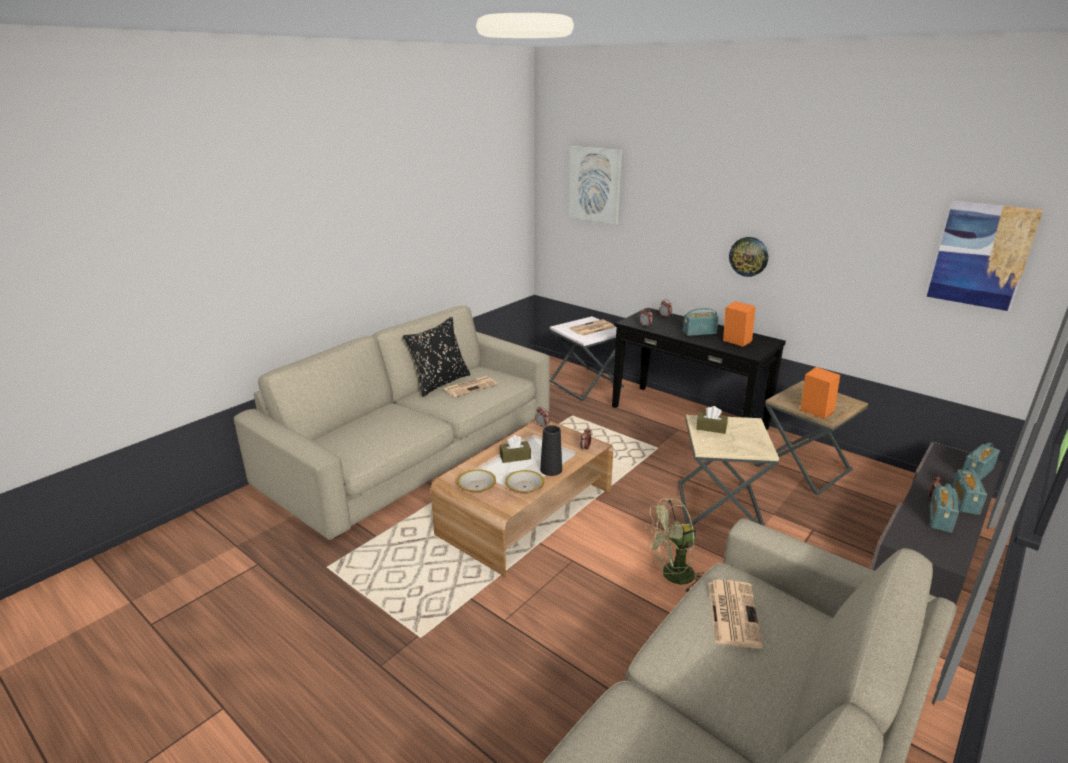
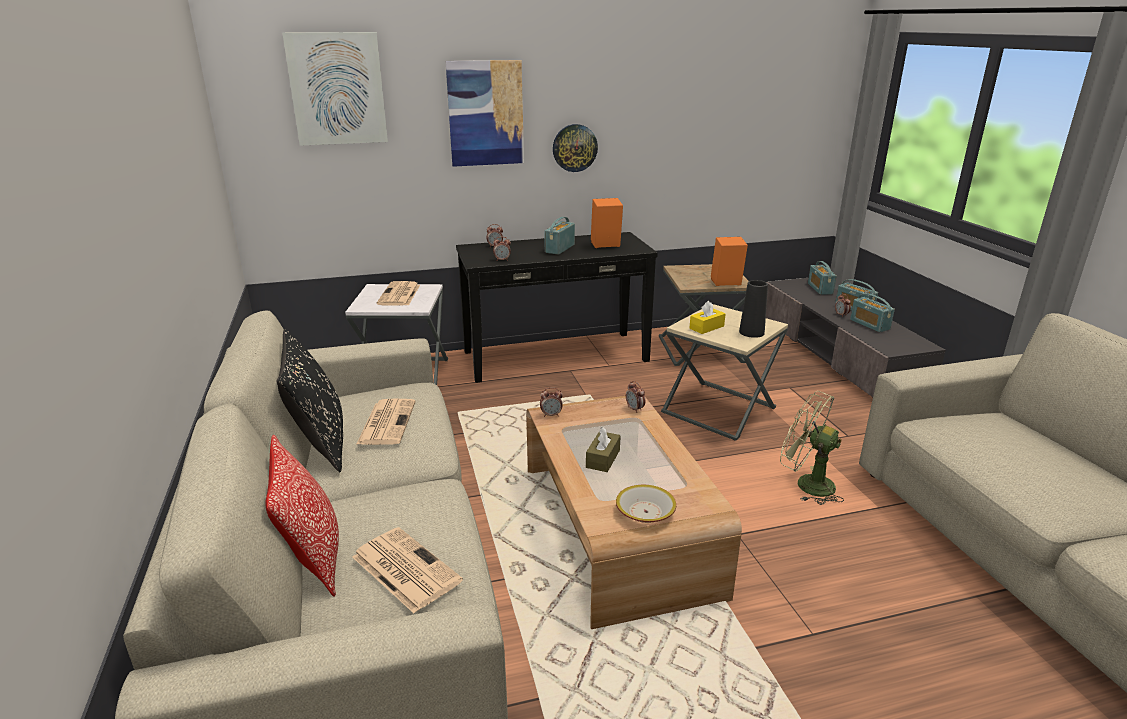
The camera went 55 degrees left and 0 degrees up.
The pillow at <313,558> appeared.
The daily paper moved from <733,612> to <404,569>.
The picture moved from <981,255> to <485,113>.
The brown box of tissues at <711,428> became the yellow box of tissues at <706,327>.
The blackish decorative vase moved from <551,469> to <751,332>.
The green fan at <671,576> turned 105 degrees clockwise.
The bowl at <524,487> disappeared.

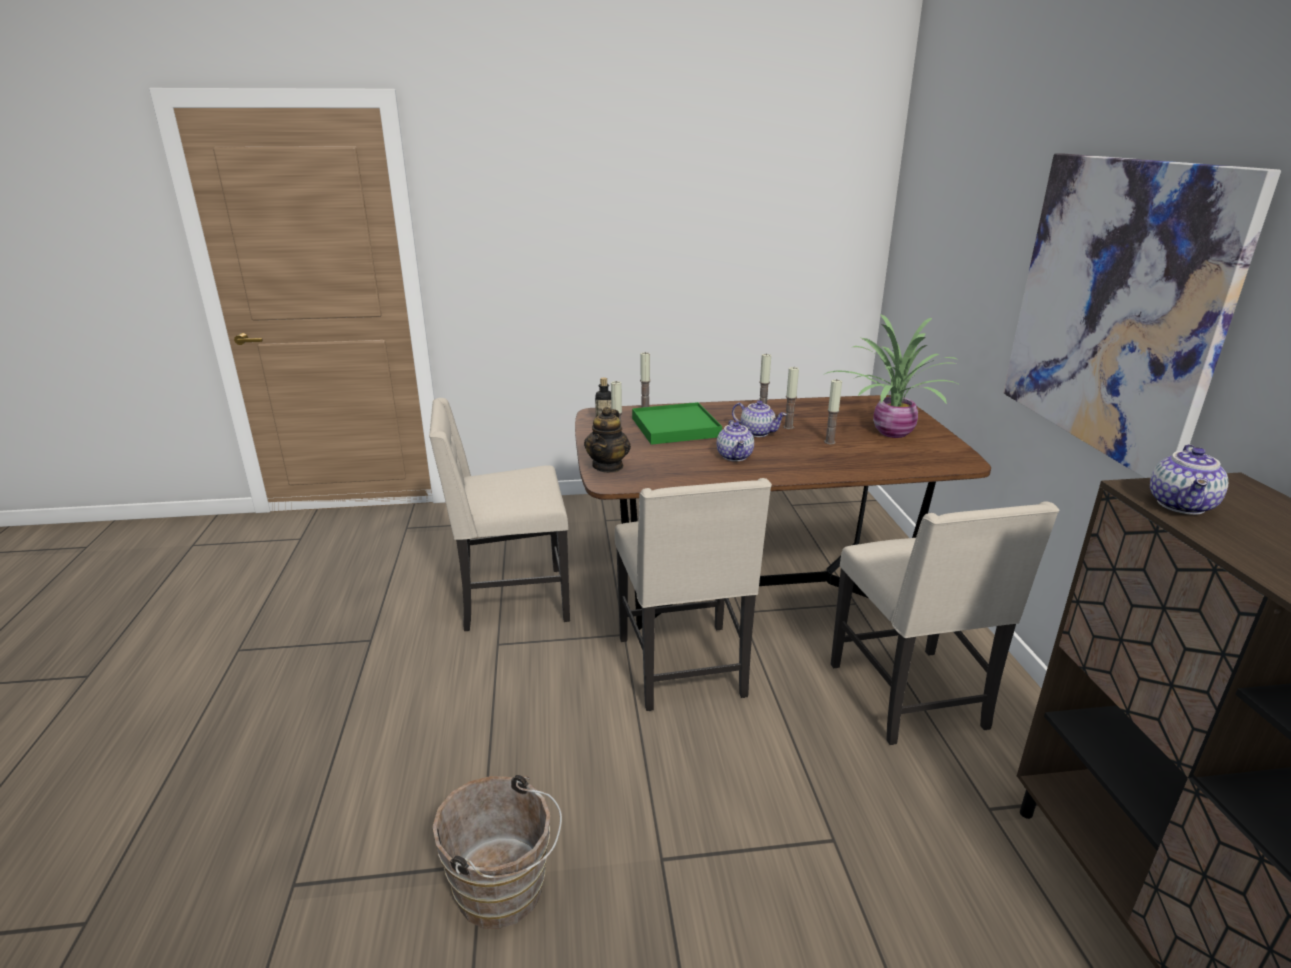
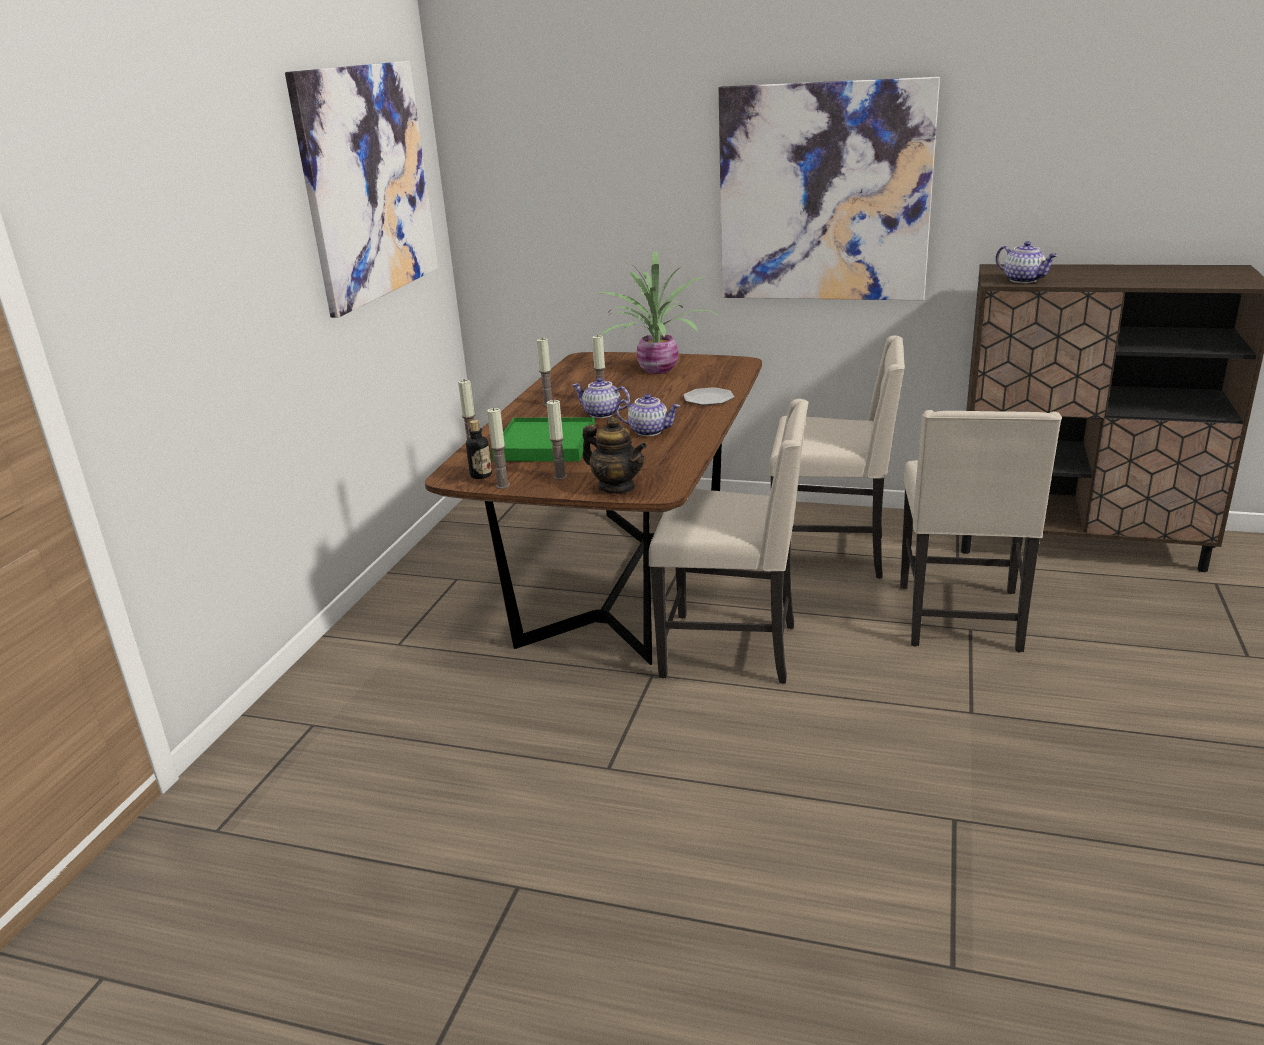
The camera went 65 degrees left and 0 degrees up.
The picture at <367,183> appeared.
The wax light moved from <829,442> to <502,485>.
The teapot at <758,432> turned 120 degrees counterclockwise.
The dinner plate at <708,399> appeared.
The beige plain chair moved from <511,601> to <962,619>.
The brown bucket at <506,892> disappeared.

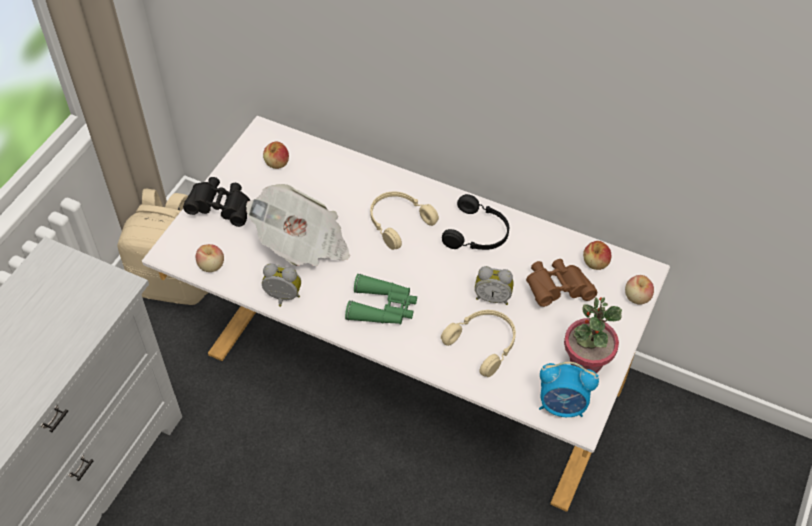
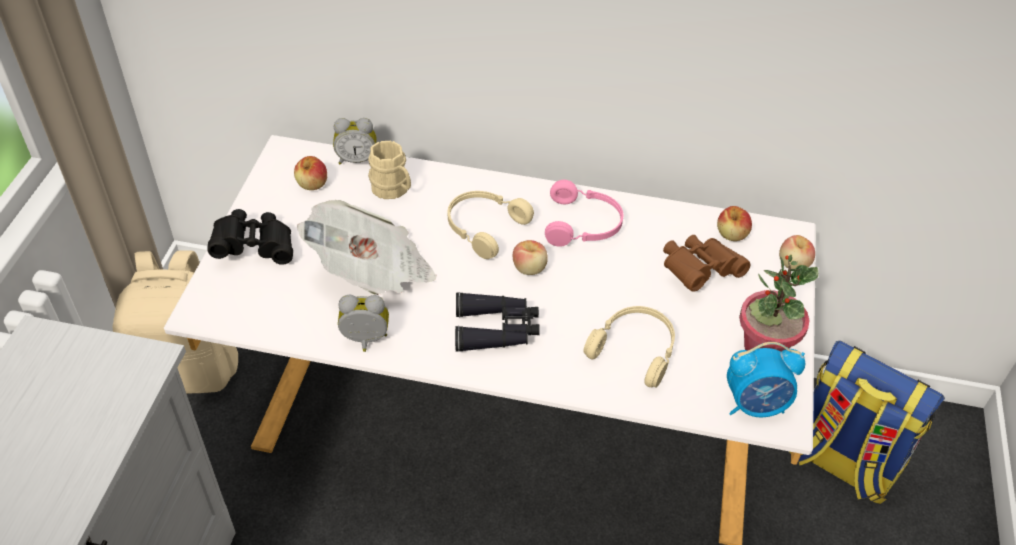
The camera went 15 degrees left and 5 degrees down.
The alarm clock moved from <492,297> to <357,159>.
The beige tea mug at <393,190> appeared.
The green field glasses at <383,307> became the blackish field glasses at <497,329>.
The apple fruit moved from <211,266> to <529,268>.
The blackish pair of headphones at <478,233> became the pink pair of headphones at <583,225>.
The rucksack at <840,462> appeared.

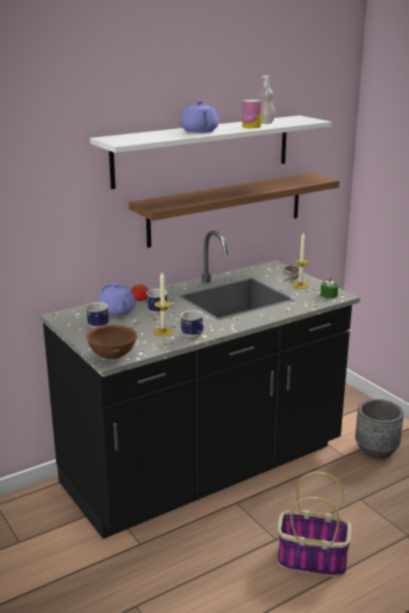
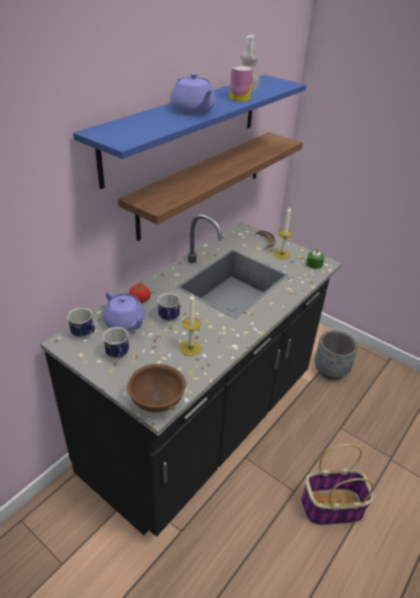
The camera went 20 degrees left and 15 degrees up.
The tea mug moved from <194,337> to <85,335>.
The white bracket shelf at <203,150> became the bluish bracket shelf at <185,126>.

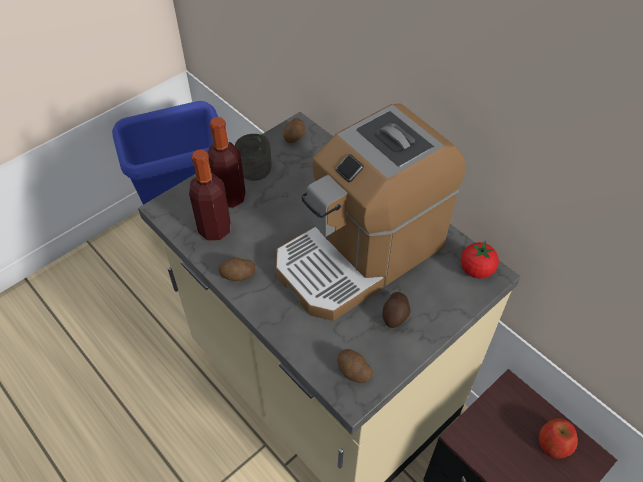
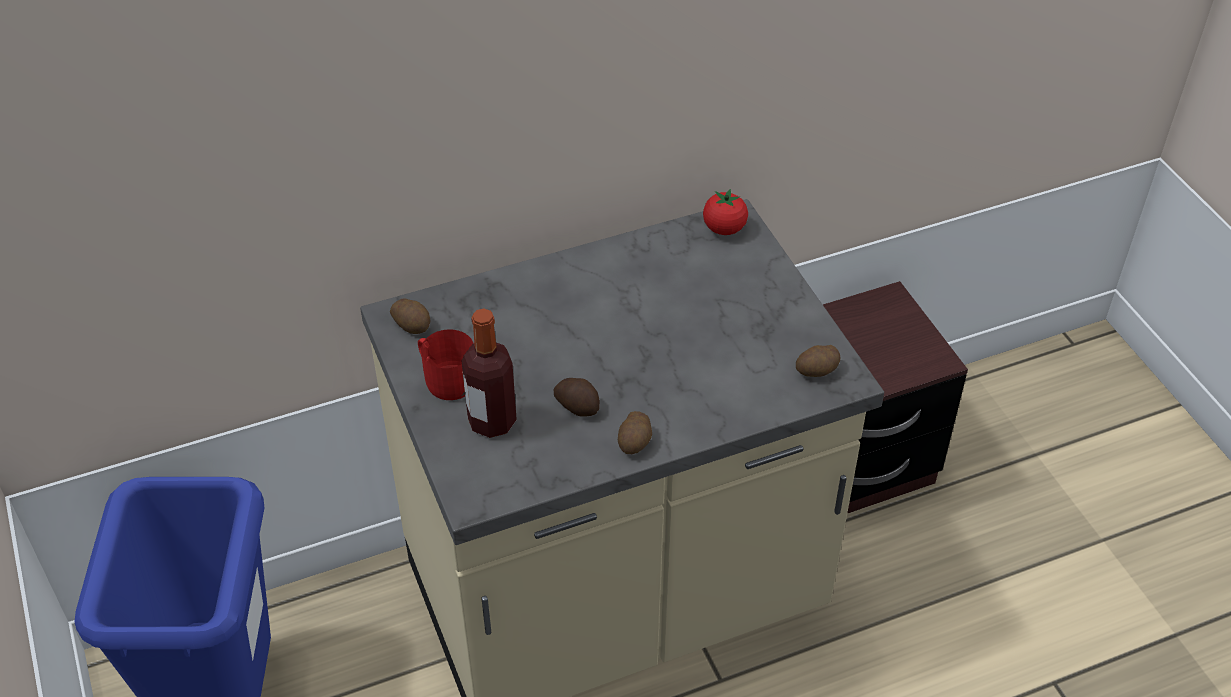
The camera went 70 degrees left and 5 degrees down.
The greyish tea mug at <257,166> became the red tea mug at <446,378>.
The spud moved from <395,315> to <577,405>.
The beverage bottle at <215,229> disappeared.
The coffee brewer at <360,254> disappeared.
The apple fruit at <554,443> disappeared.

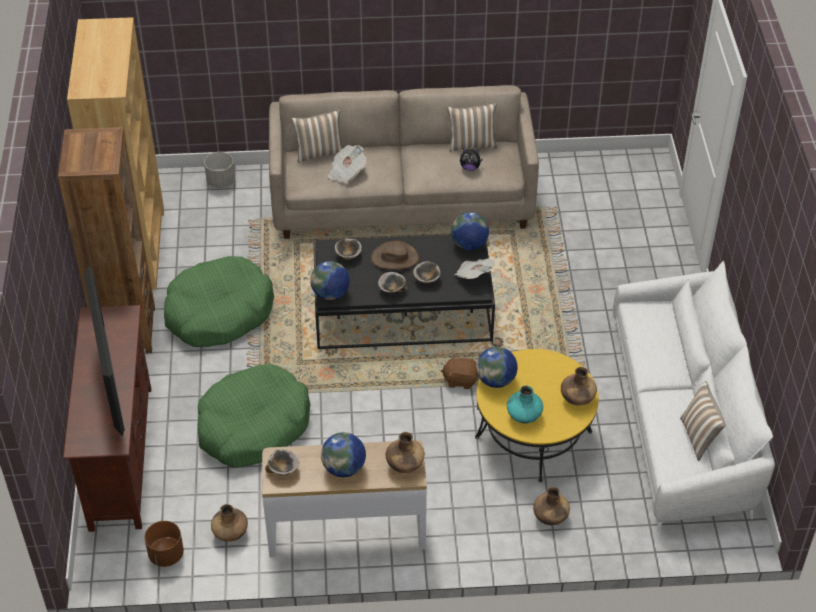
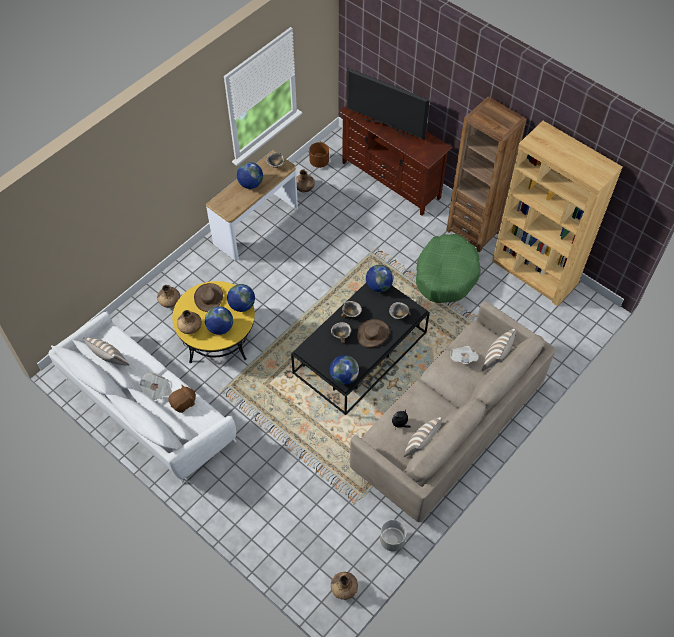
The camera went 135 degrees right and 10 degrees up.
The daily paper moved from <474,275> to <157,390>.
The brown soft toy moved from <460,380> to <183,403>.
The turquoise-coloured decorative vase at <524,416> was replaced by the brown wearable hat at <209,297>.
The world globe at <220,328> appeared.
The brown decorative vase moved from <404,465> to <344,588>.
The greyish planter moved from <221,181> to <392,540>.
The green dog bed at <253,426> disappeared.

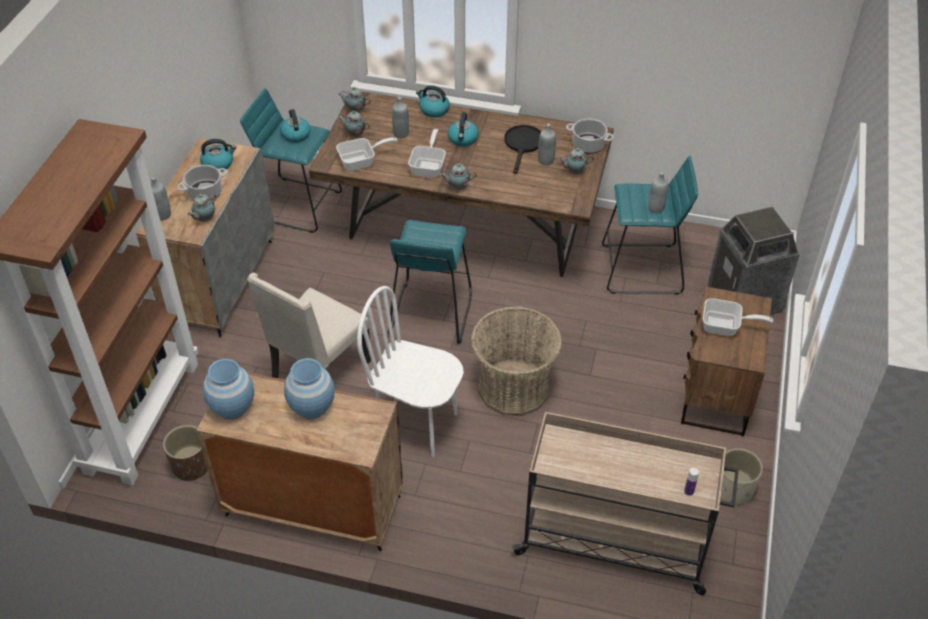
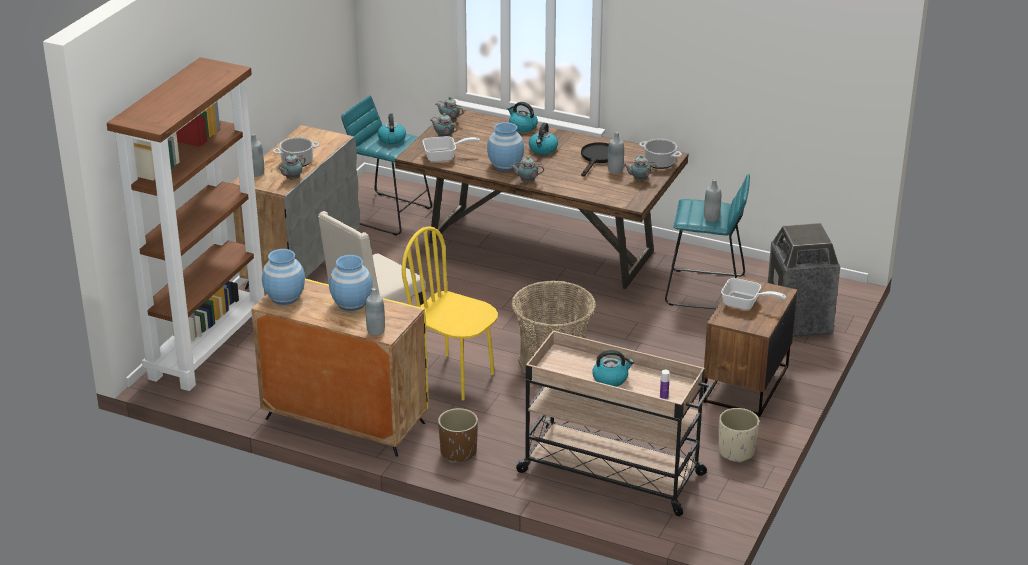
The camera went 10 degrees right and 15 degrees down.
The brown cabinet at <312,506> became the yellow cabinet at <344,421>.
The greyish beverage bottle moved from <401,134> to <376,331>.
The white plain chair at <416,424> became the yellow plain chair at <454,377>.
The brown planter moved from <191,466> to <458,452>.
The pan at <429,166> was replaced by the bluish decorative vase at <505,165>.
The water kettle moved from <218,164> to <610,379>.
The turquoise-coloured stool at <430,313> disappeared.

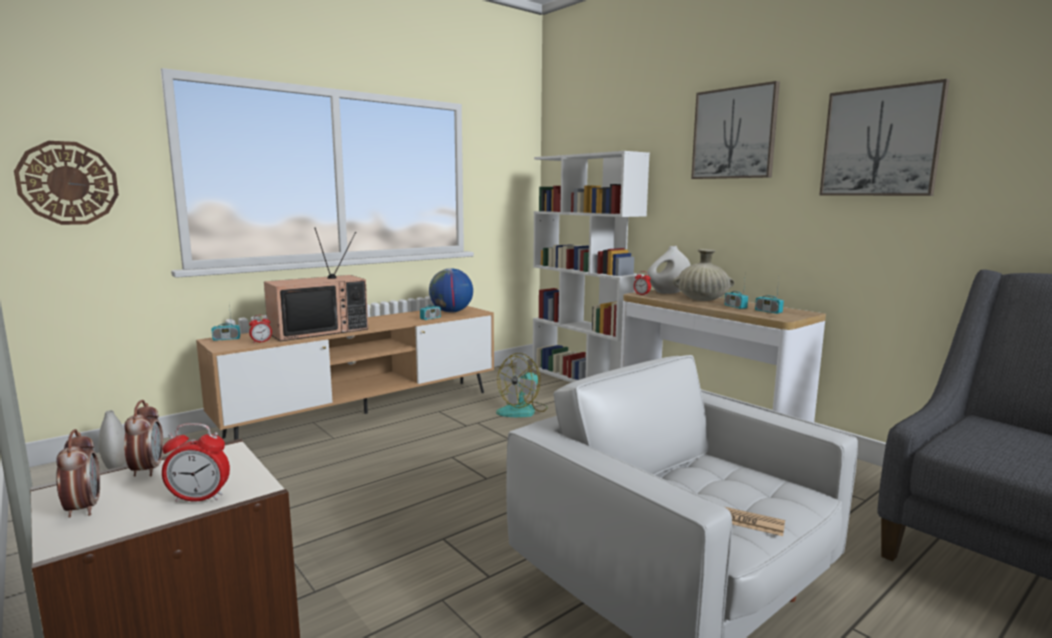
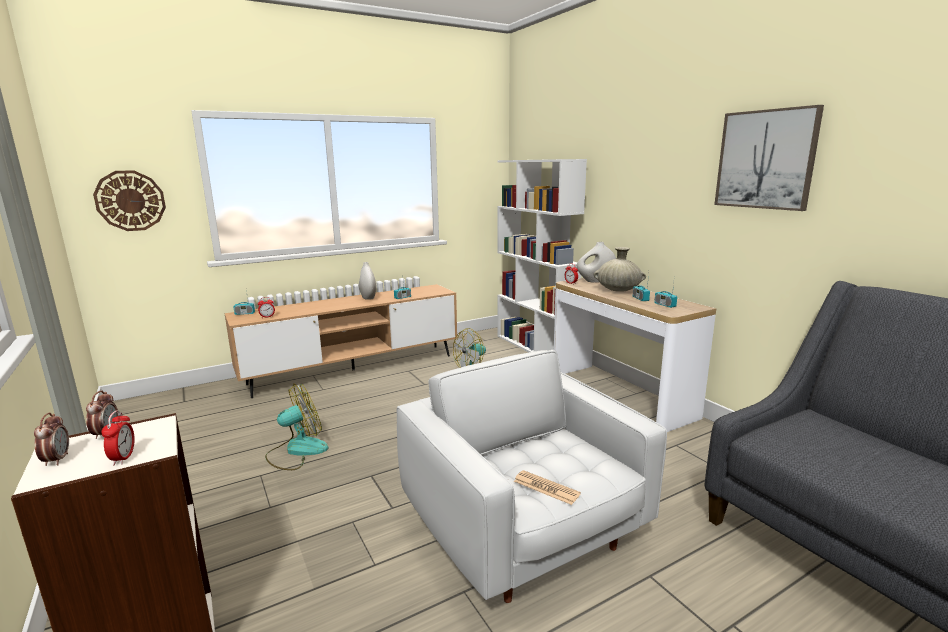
The camera went 10 degrees right and 5 degrees up.
The alarm clock at <199,498> turned 105 degrees counterclockwise.
The fan at <297,451> appeared.
The white decorative vase moved from <117,465> to <368,297>.
The television at <319,330> disappeared.
The world globe at <451,312> disappeared.
The picture at <734,133> disappeared.

